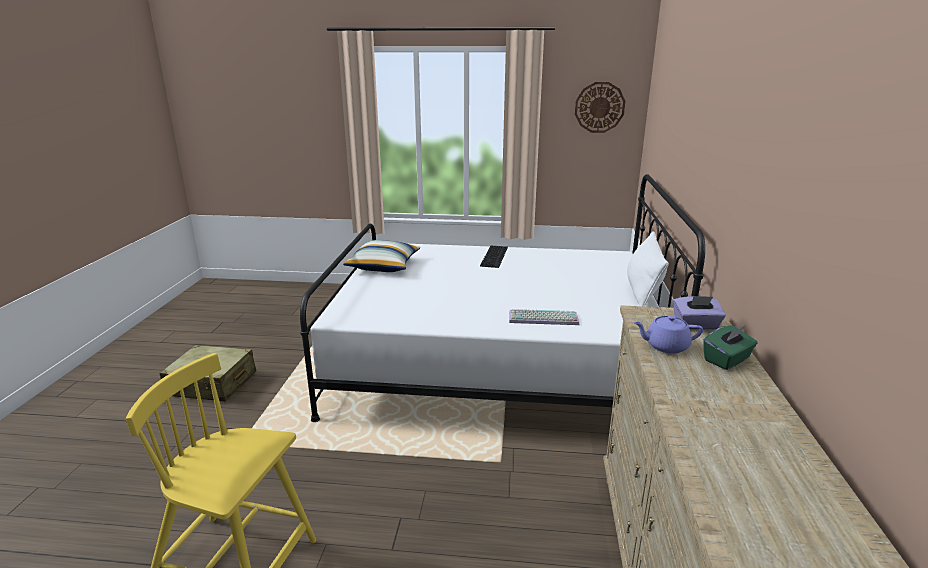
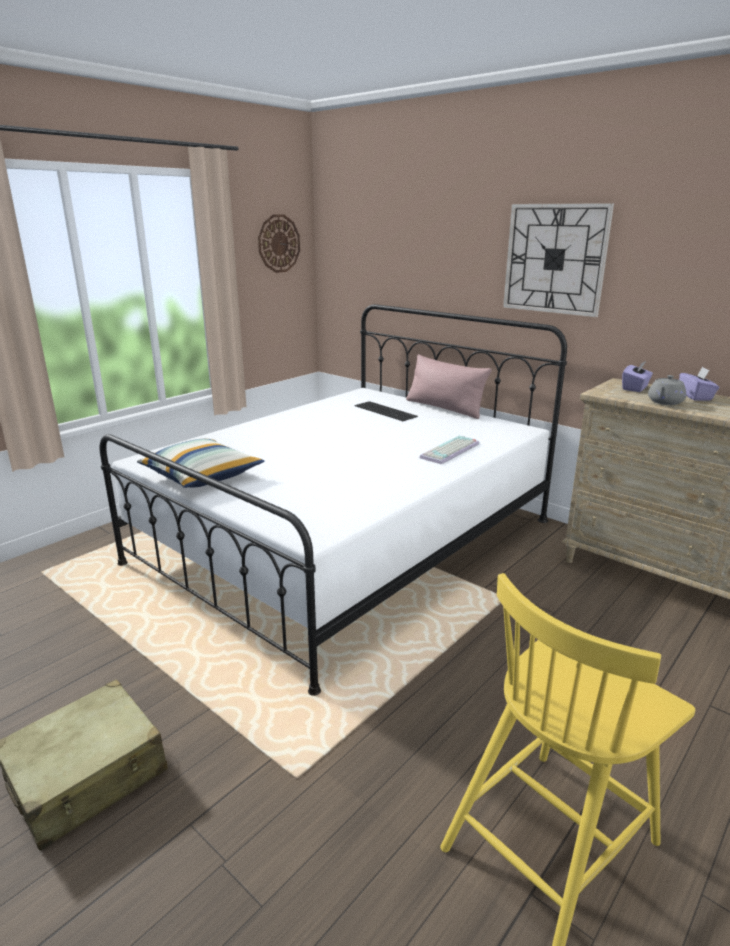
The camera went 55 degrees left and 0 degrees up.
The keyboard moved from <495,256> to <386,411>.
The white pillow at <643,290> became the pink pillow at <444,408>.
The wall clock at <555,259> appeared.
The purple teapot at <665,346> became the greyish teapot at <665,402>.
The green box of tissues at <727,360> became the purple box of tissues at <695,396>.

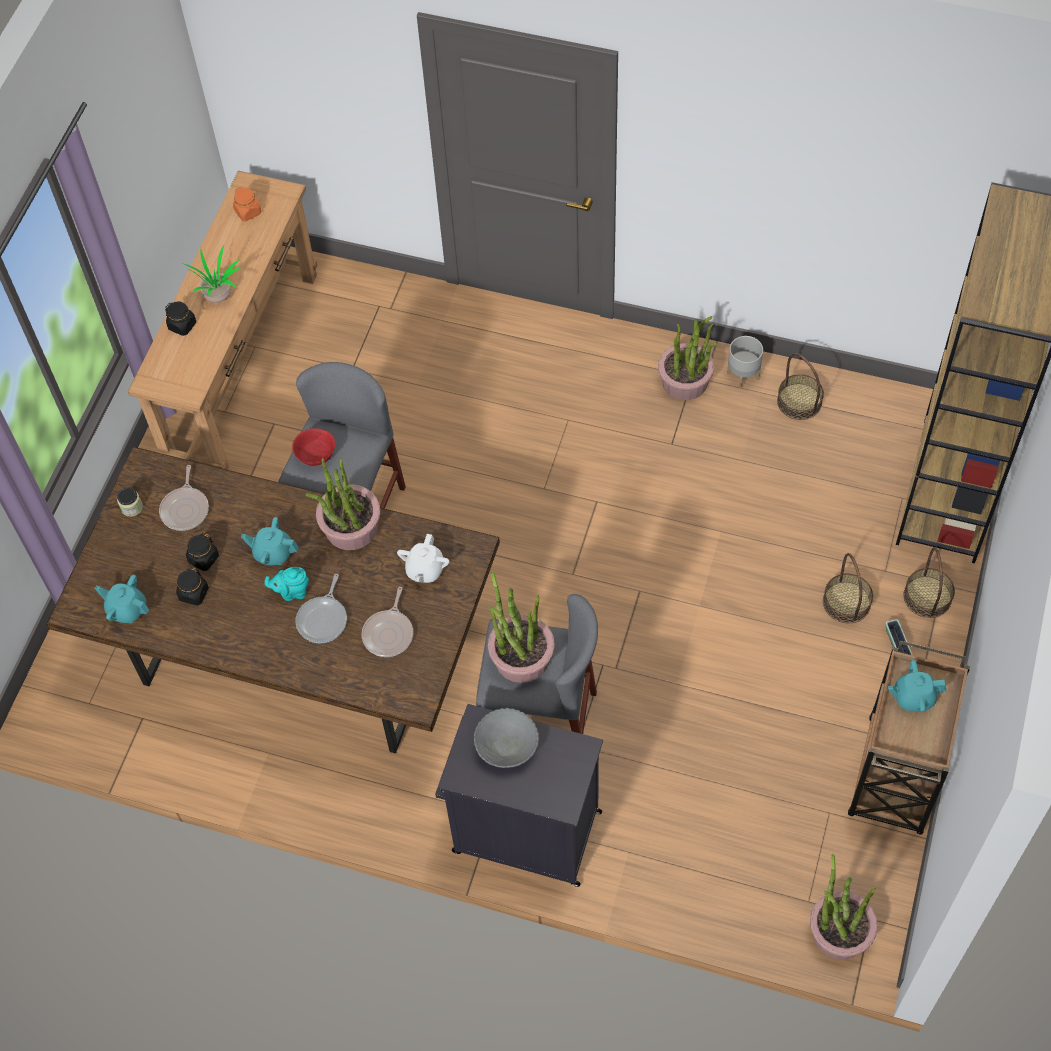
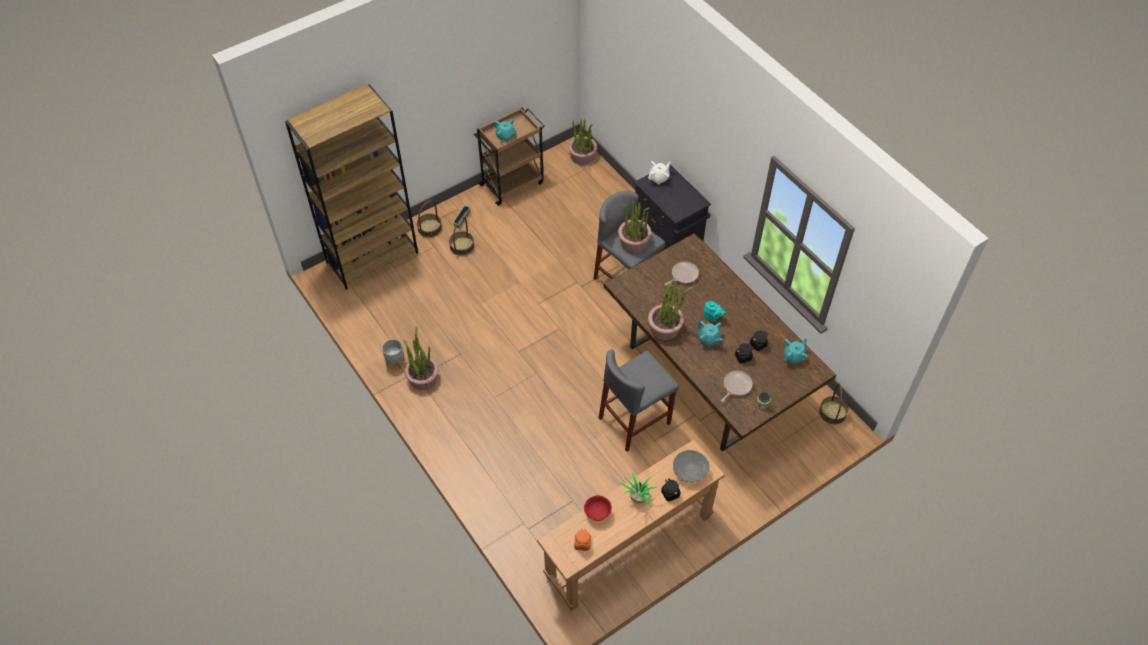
The camera went 145 degrees left and 5 degrees down.
The red bowl moved from <316,455> to <597,513>.
The white teapot moved from <425,570> to <659,178>.
The greyish bowl moved from <507,745> to <690,470>.
The turquoise-coloured teapot at <127,609> turned 105 degrees counterclockwise.
The household basket moved from <799,401> to <832,412>.
The pan at <323,619> disappeared.

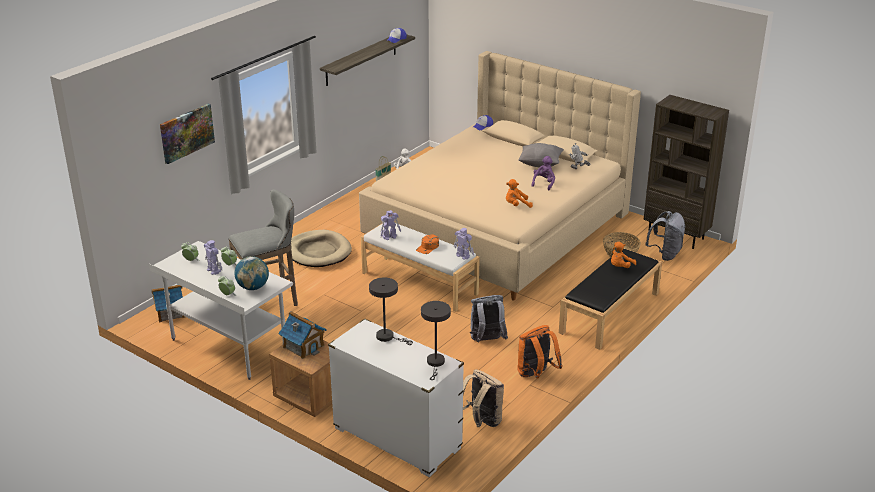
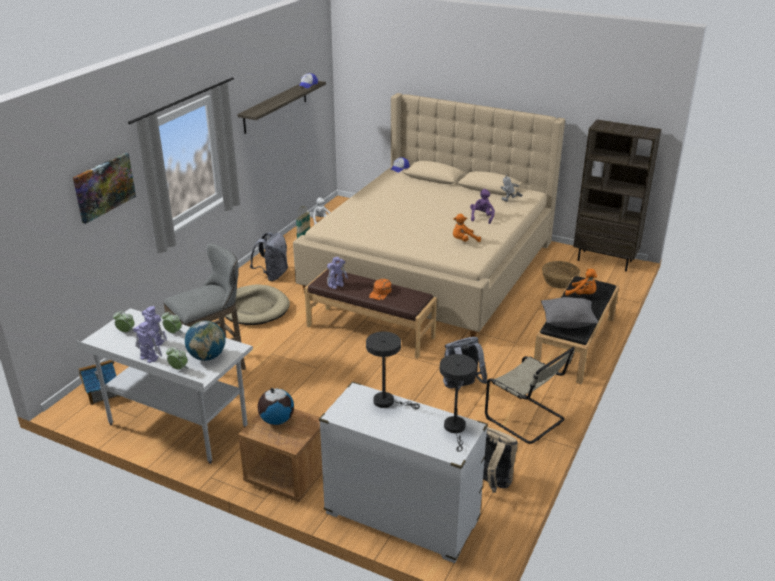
The camera went 10 degrees left and 0 degrees up.
The robot figure moved from <462,255> to <149,357>.
The greyish rucksack moved from <665,254> to <272,275>.
The toy house at <303,346> was replaced by the world globe at <276,420>.
The white bench at <420,283> became the brown bench at <370,331>.
The orange-coloured rucksack at <536,375> was replaced by the beige plain chair at <527,420>.
The greyish pillow moved from <540,164> to <568,323>.
The orange-coloured soft toy at <620,267> turned 90 degrees counterclockwise.

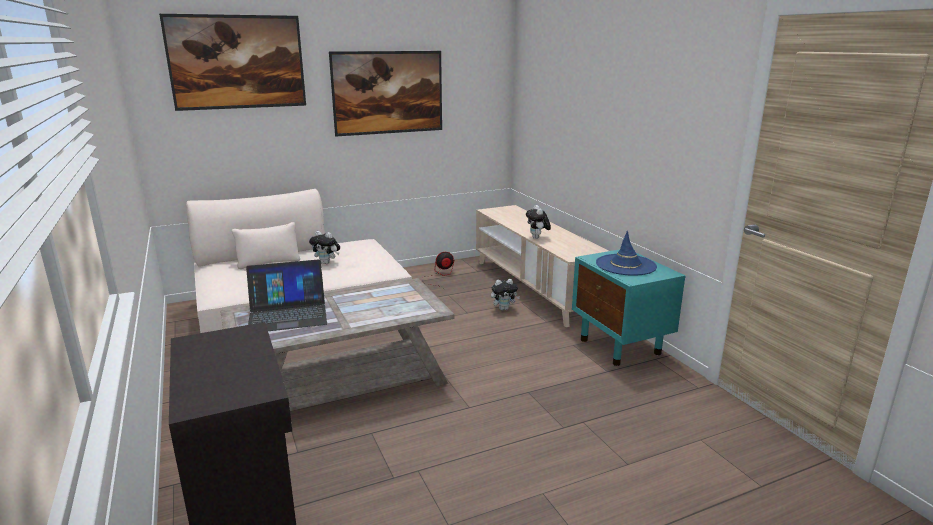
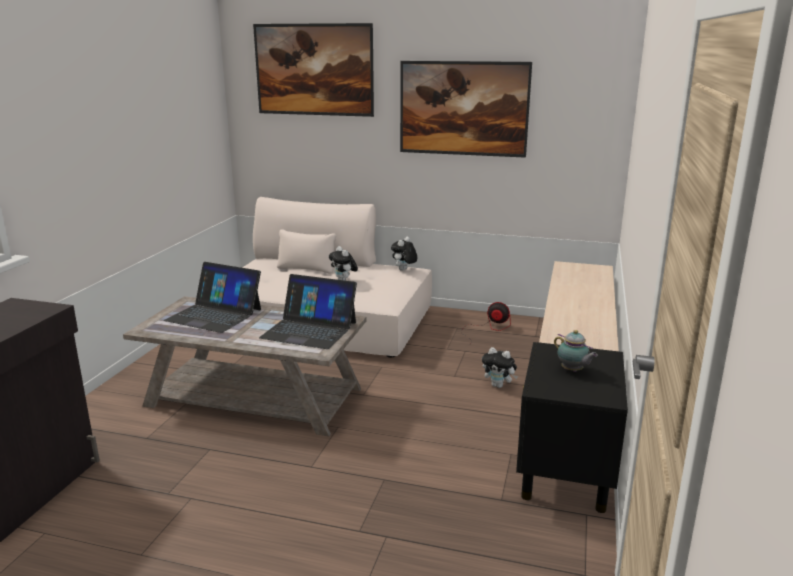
The camera went 40 degrees right and 0 degrees up.
The notebook computer at <309,330> appeared.
The soft toy moved from <537,238> to <404,270>.
The turquoise-coloured night table at <620,347> became the blackish night table at <564,481>.
The bluish wearable hat at <625,265> was replaced by the teapot at <572,371>.

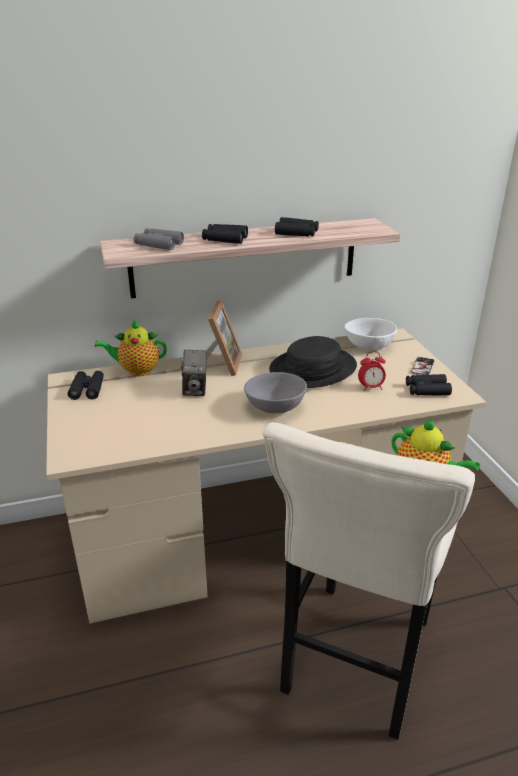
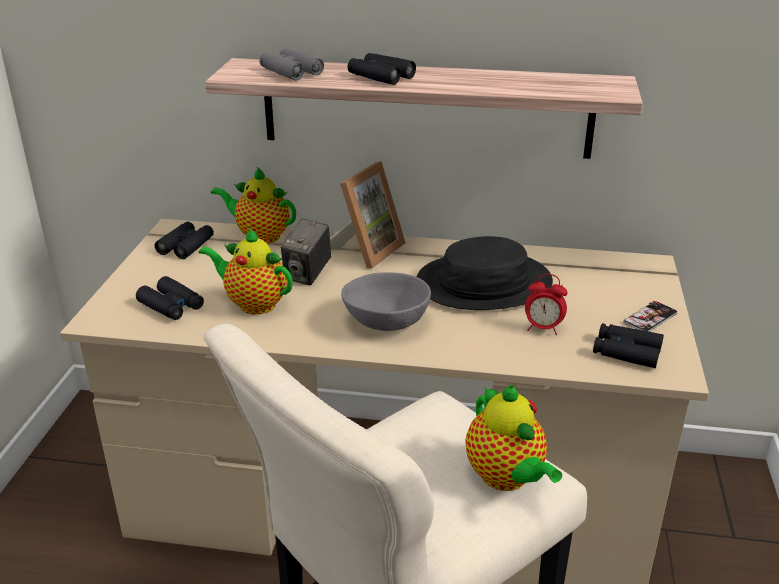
The camera went 25 degrees right and 0 degrees up.
The blackish field glasses moved from <297,233> to <171,306>.
The teapot at <253,303> appeared.
The white bowl at <369,346> disappeared.

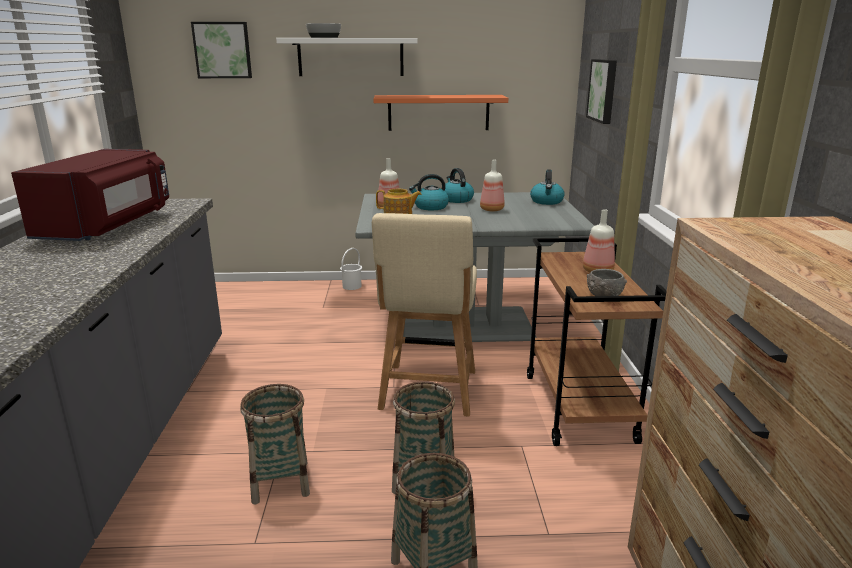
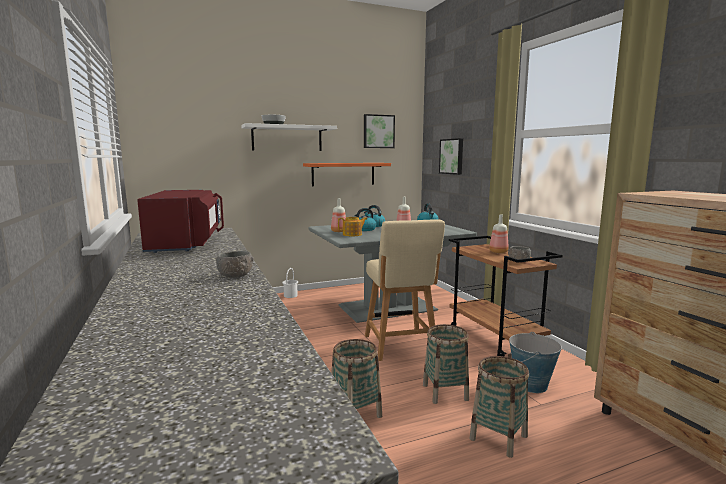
The camera went 20 degrees left and 10 degrees down.
The greyish bowl at <235,275> appeared.
The picture moved from <222,50> to <378,131>.
The bucket at <531,385> appeared.

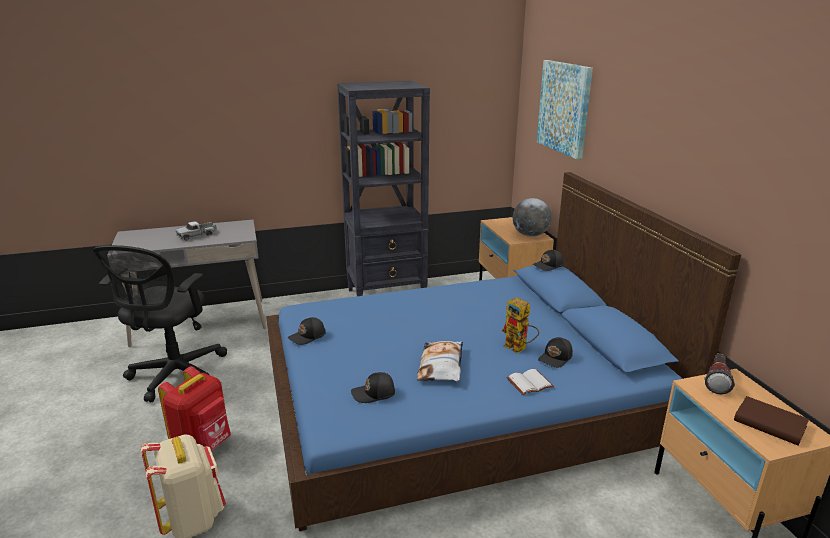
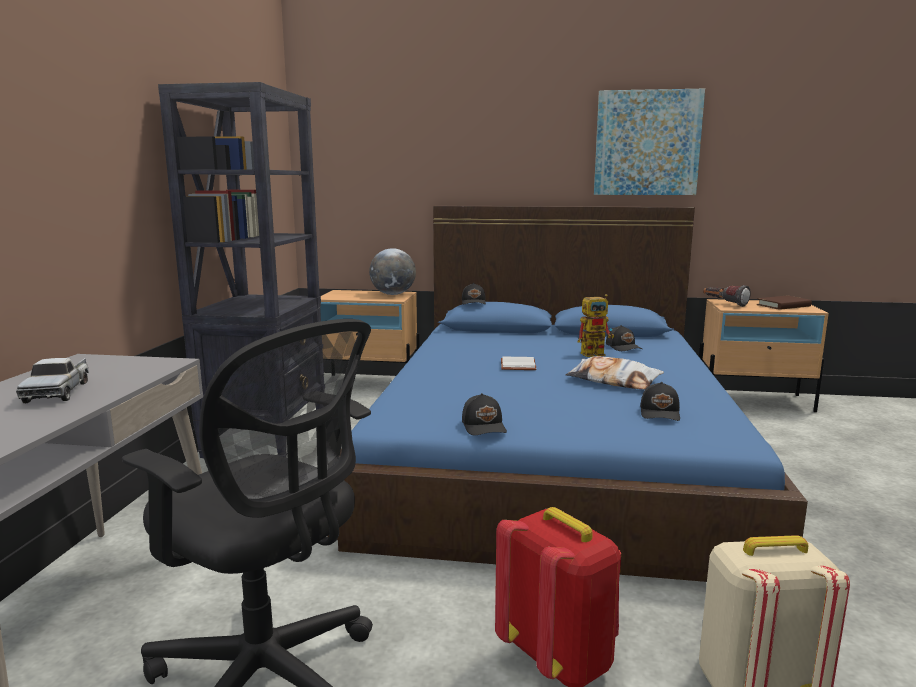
The camera went 65 degrees left and 10 degrees down.
The white volume moved from <529,382> to <516,365>.
The picture moved from <564,108> to <647,143>.

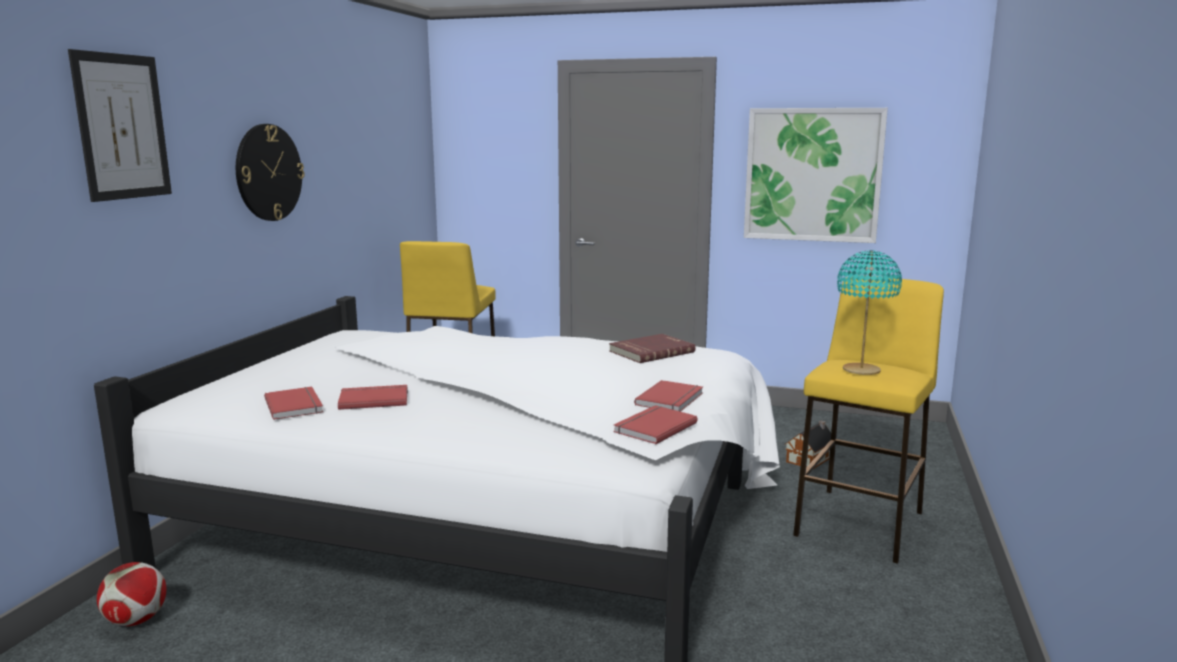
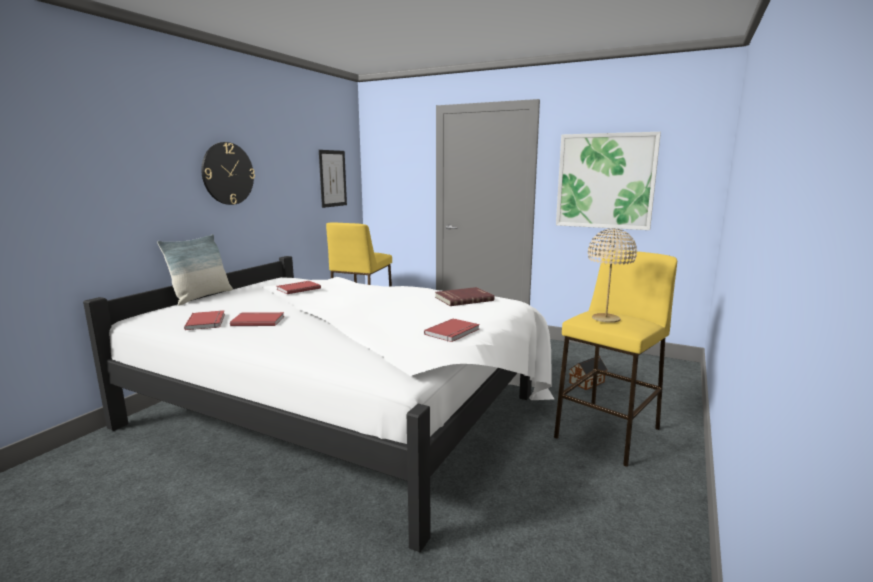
The camera went 10 degrees right and 0 degrees up.
The pillow at <201,297> appeared.
The red volume moved from <653,427> to <298,289>.
The picture moved from <122,127> to <332,178>.
The turquoise-coloured tabletop lamp at <861,370> became the beige tabletop lamp at <605,319>.
The football ball at <136,620> disappeared.

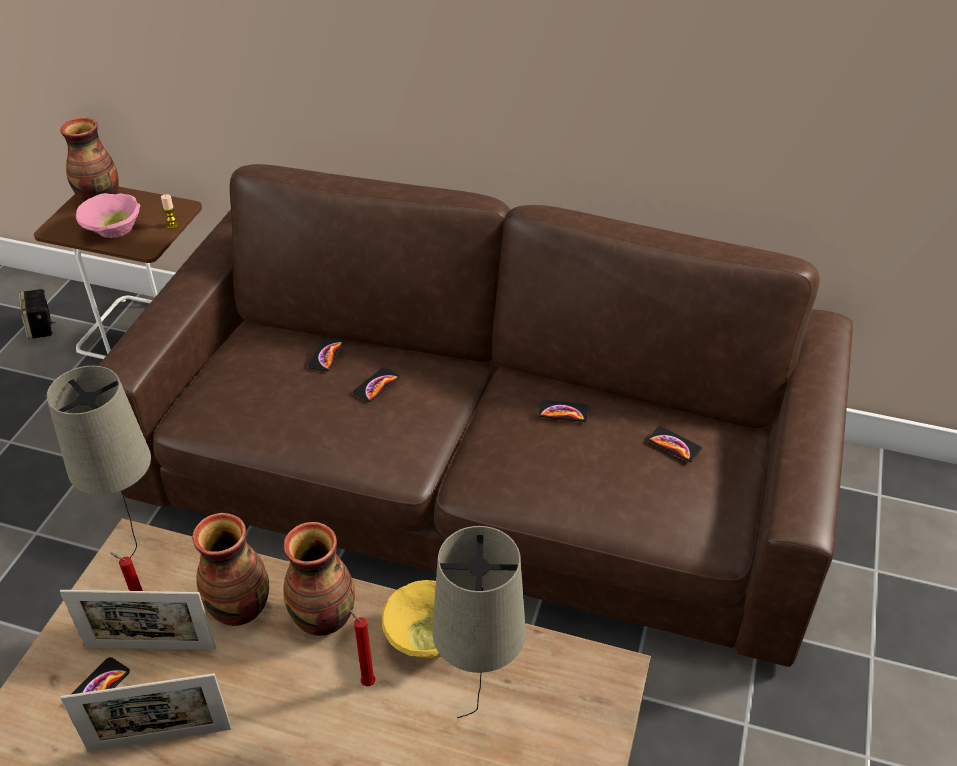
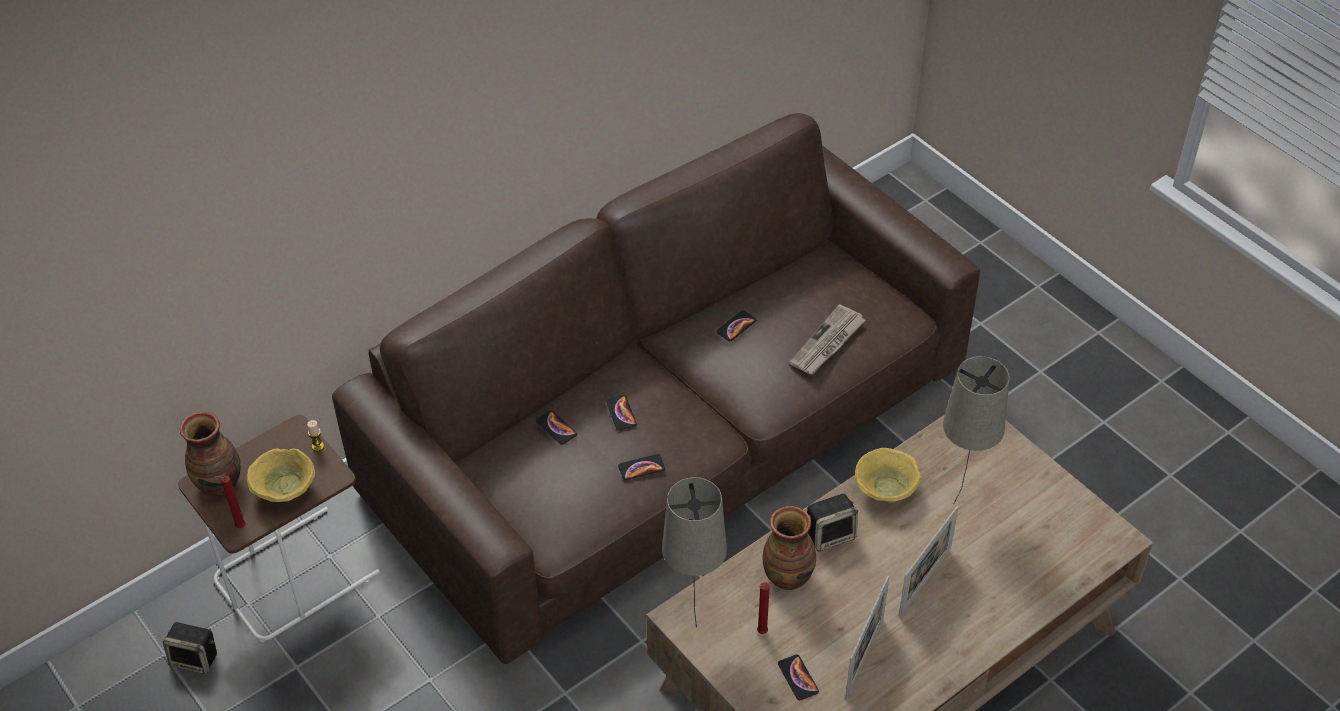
The camera went 55 degrees left and 5 degrees up.
The red wax light moved from <366,681> to <239,527>.
The pink bowl at <114,230> became the yellow bowl at <284,489>.
The telephone moved from <674,445> to <641,467>.
The daily paper at <827,343> appeared.
The decorative vase at <325,618> was replaced by the audio speaker at <830,534>.
The photo frame moved from <150,647> to <924,582>.

